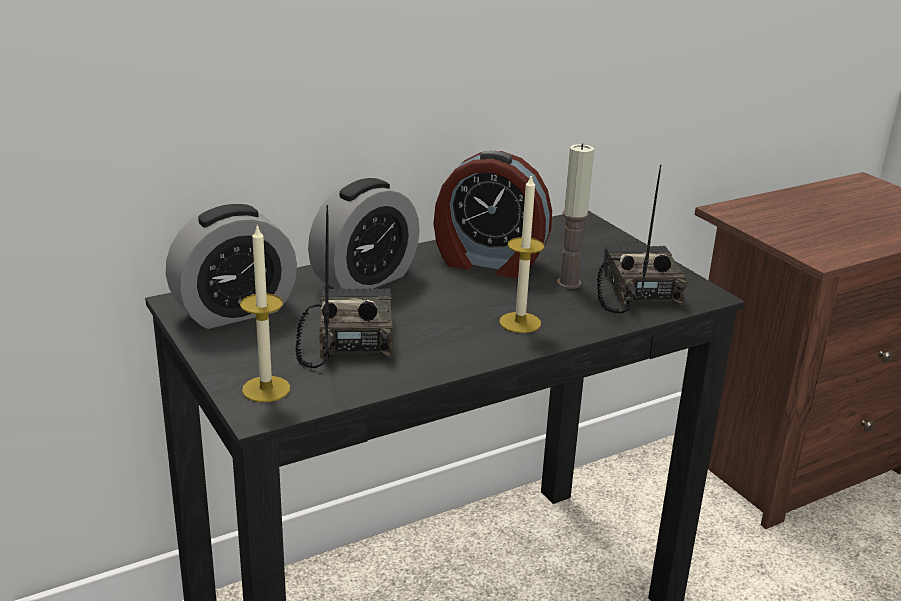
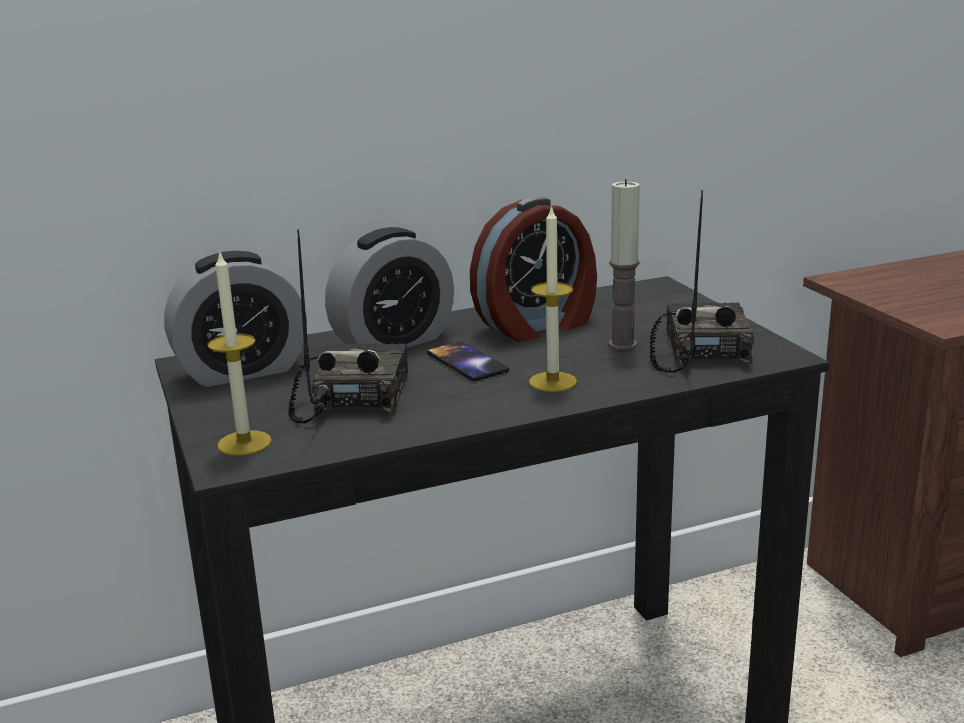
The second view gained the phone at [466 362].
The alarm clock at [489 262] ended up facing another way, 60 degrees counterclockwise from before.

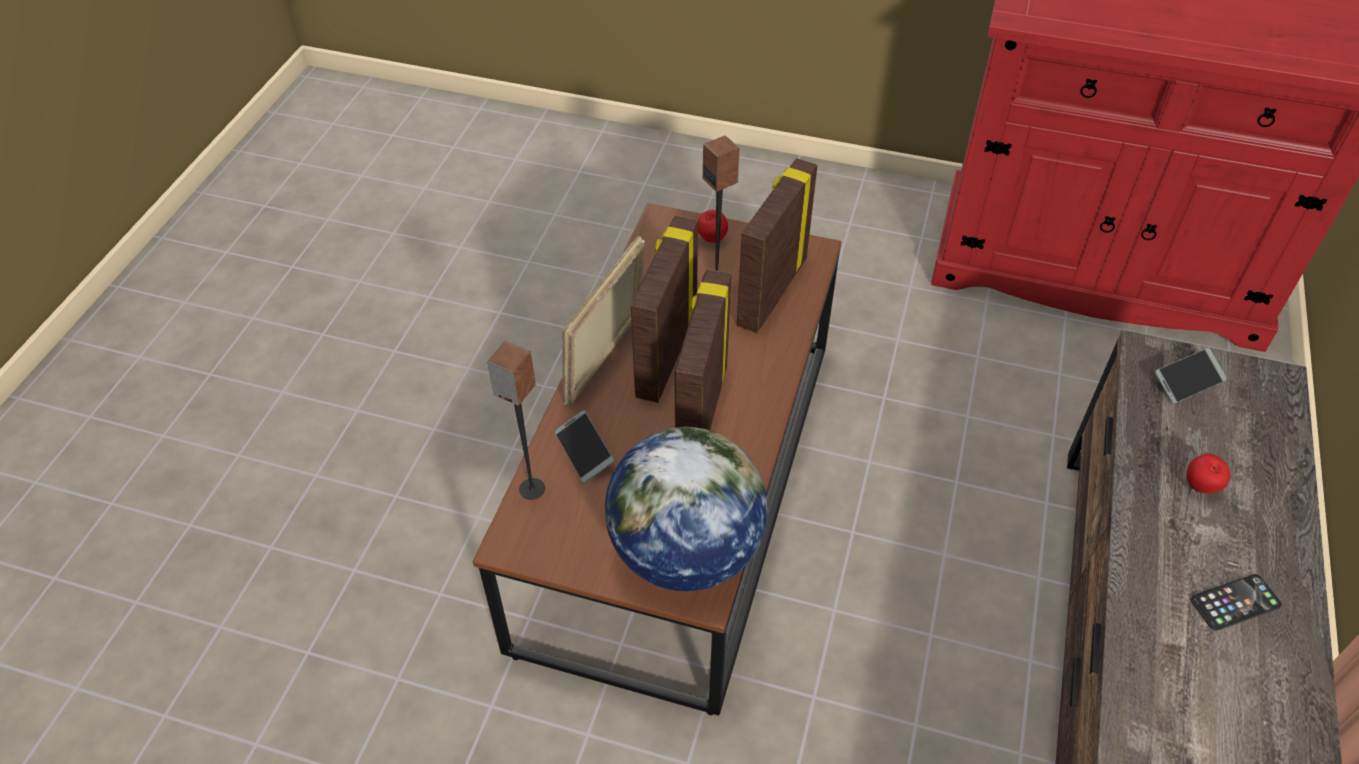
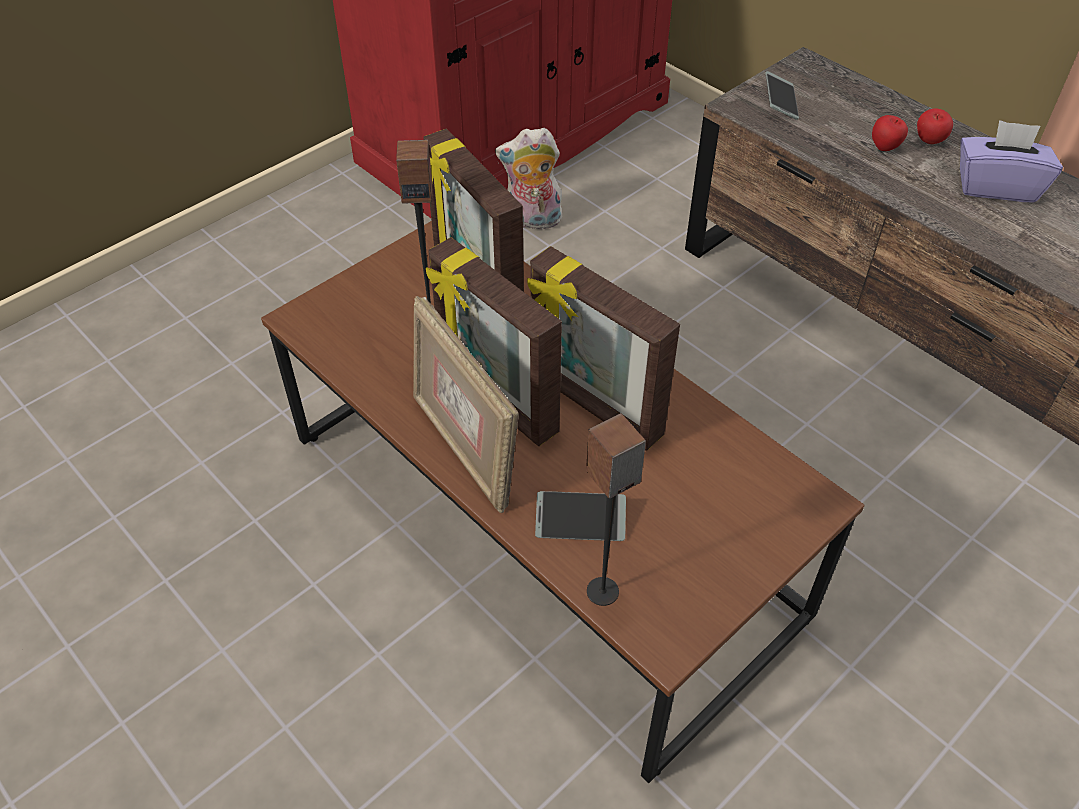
The second view gained the plush toy at [532 221].
The apple ended up elsewhere, having gone from [711 239] to [929 142].
Where the phone stood at [1235 602], the tissue box (purple) came to stand at [996 186].
The second view lost the globe at [685 552].

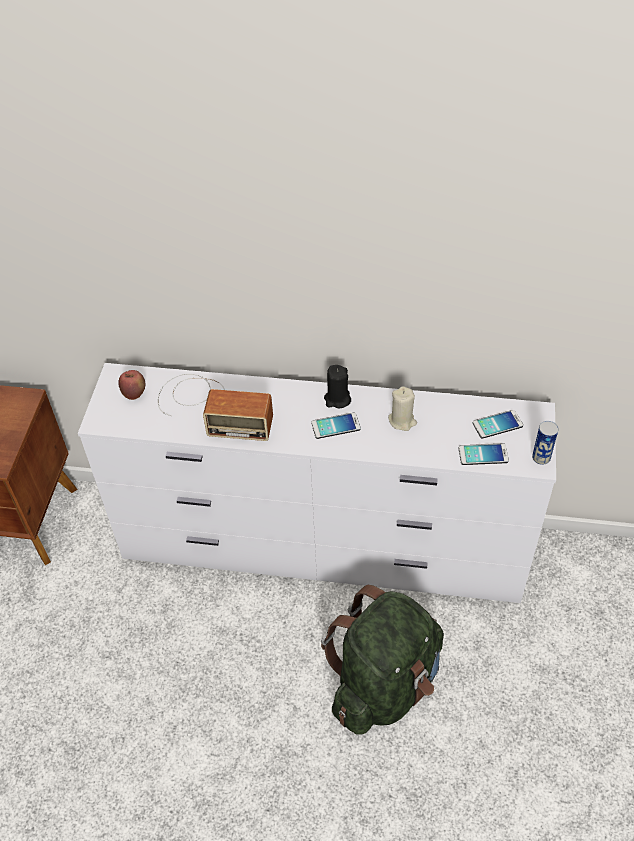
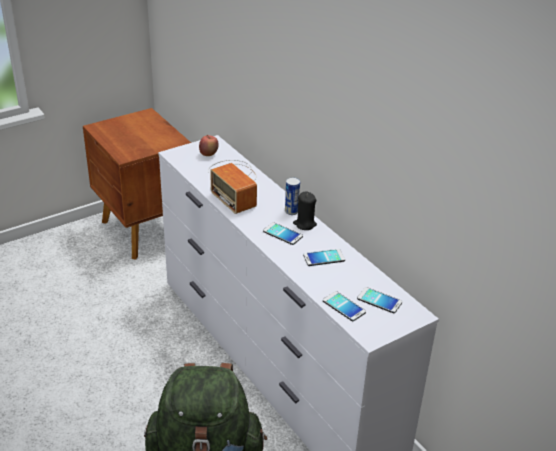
The can ended up elsewhere, having gone from [541 458] to [291 211].
Where the candle (beige) stood at [402 421], the phone came to stand at [324 258].

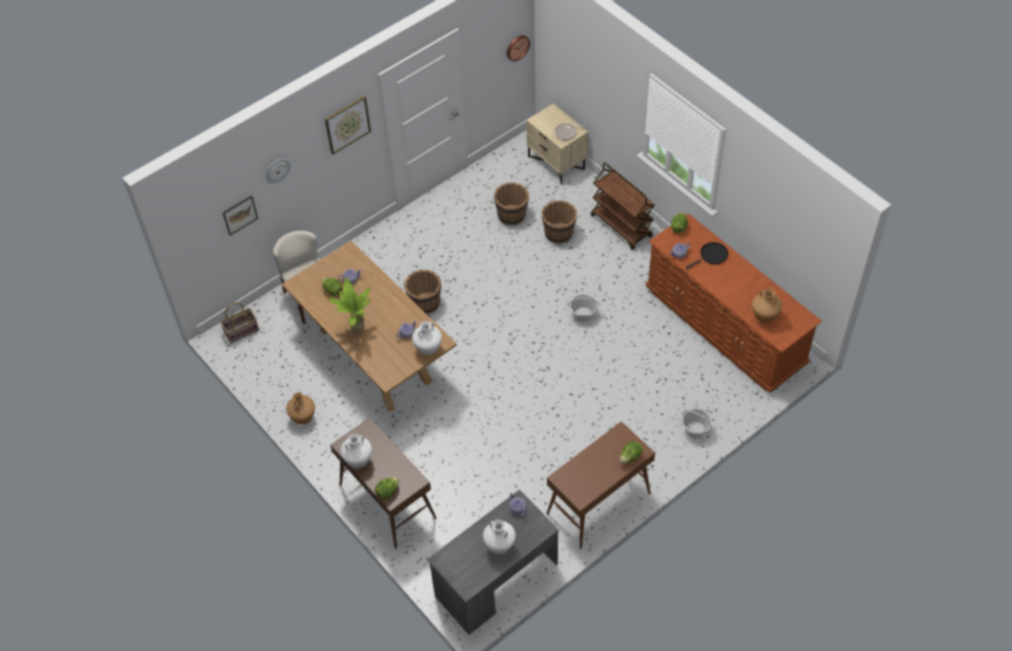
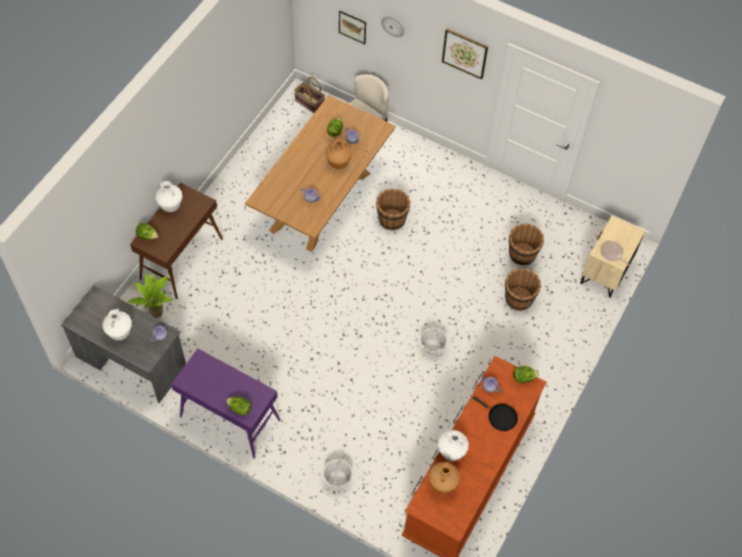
The potted plant ended up elsewhere, having gone from [356 330] to [156 312].
What was the console table (brown) at [598 504] turned into the console table (purple) at [229 418].
The vase (brown) ended up elsewhere, having gone from [303 418] to [338 164].
The vase (white) ended up elsewhere, having gone from [428 349] to [451 452].
The second view lost the wall clock at [517 47].
The second view lost the cart (brown) at [622 226].

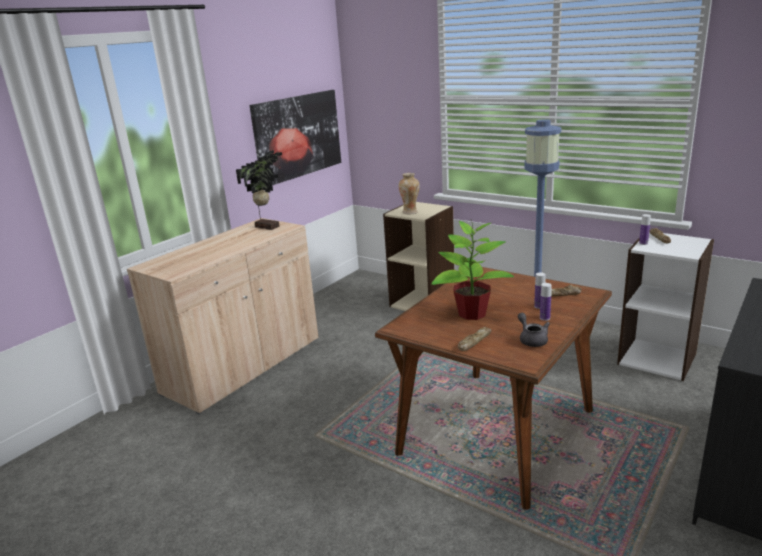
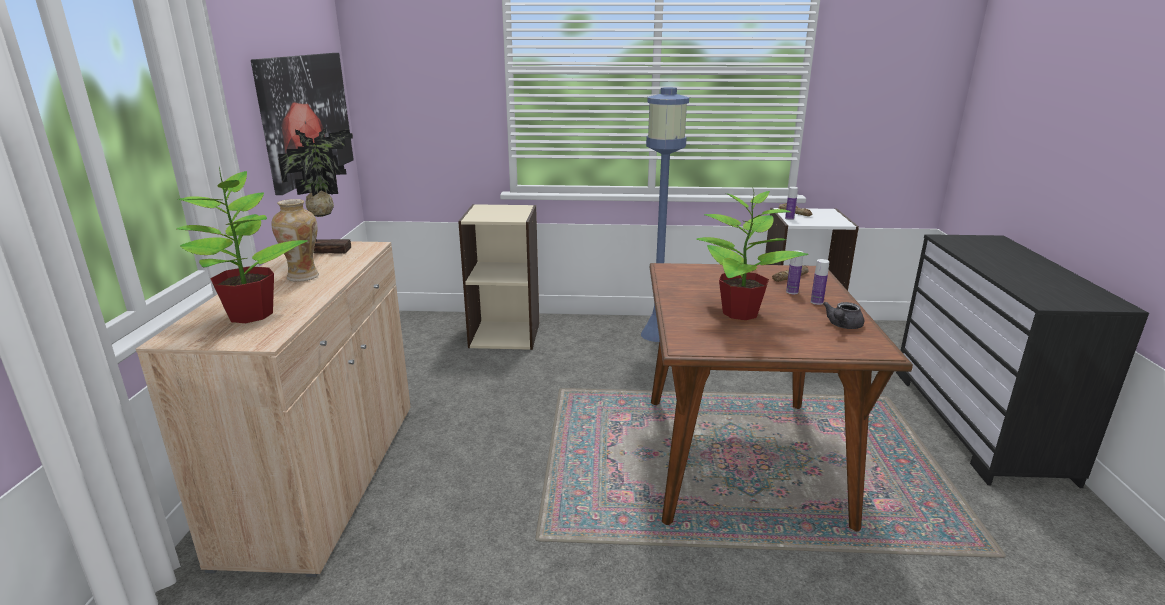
The second view gained the potted plant at [251 314].
The vase ended up elsewhere, having gone from [410 212] to [303 276].
The teapot (grey) at [532 339] ended up facing another way, 90 degrees counterclockwise from before.
The second view lost the bread at [474 342].

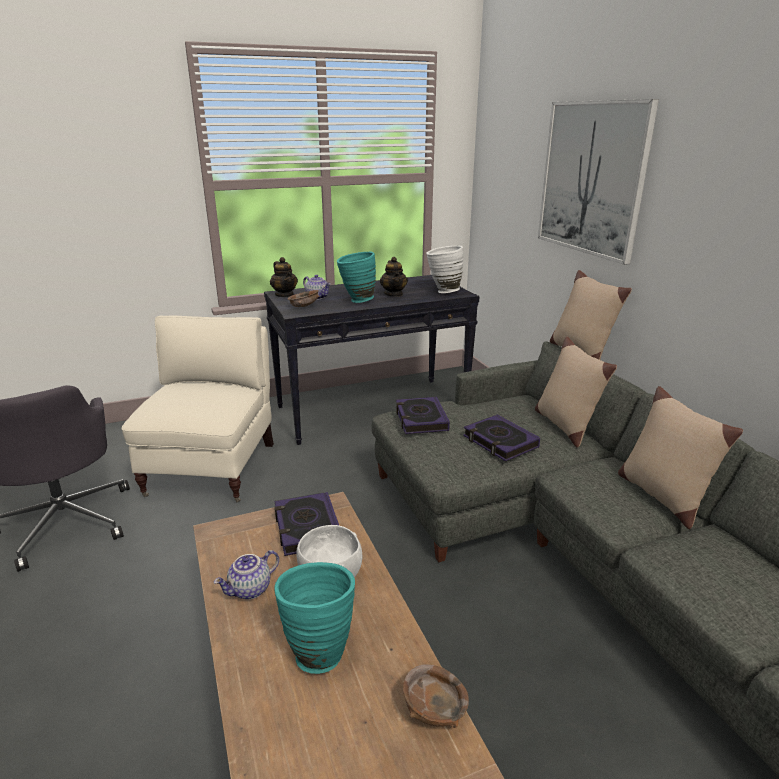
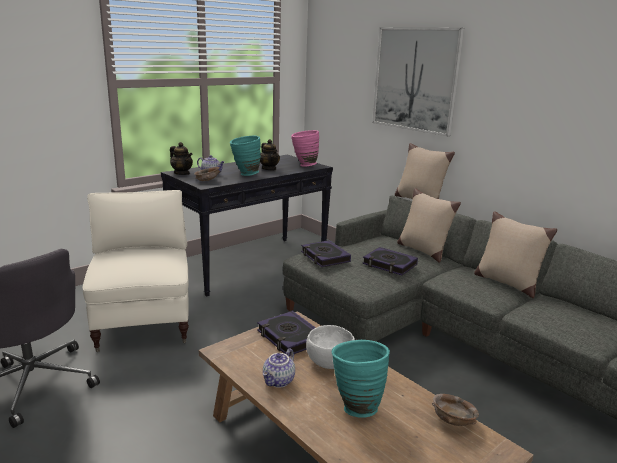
What was the vase (white) at [443 291] turned into the vase (pink) at [304 165].

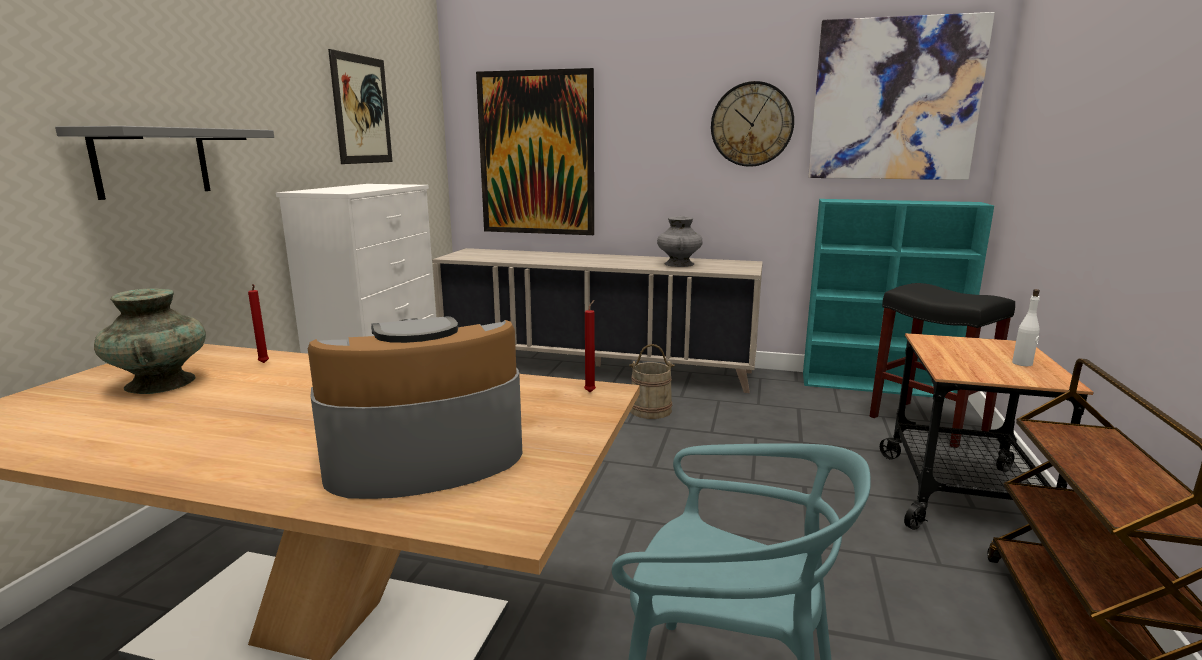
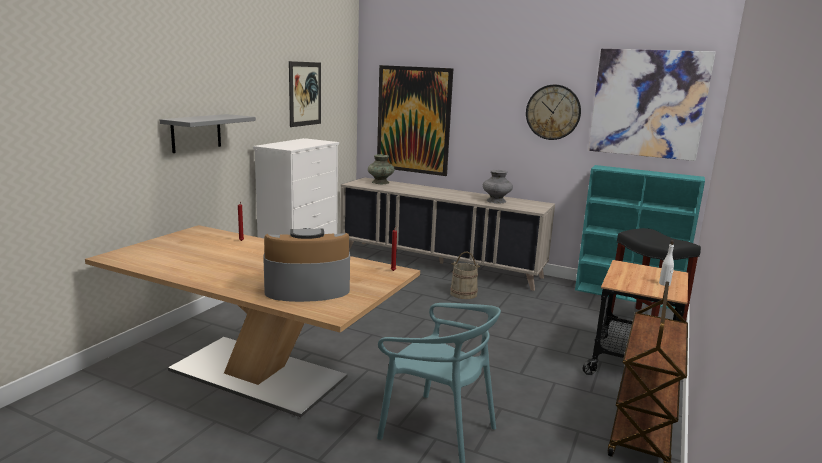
The vase (turquoise) ended up elsewhere, having gone from [161 383] to [380 182].

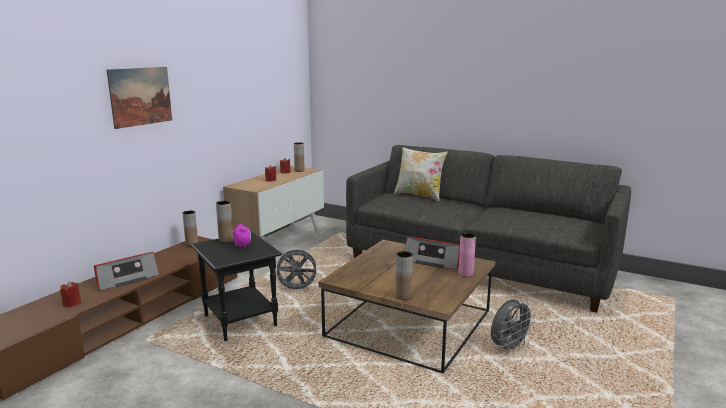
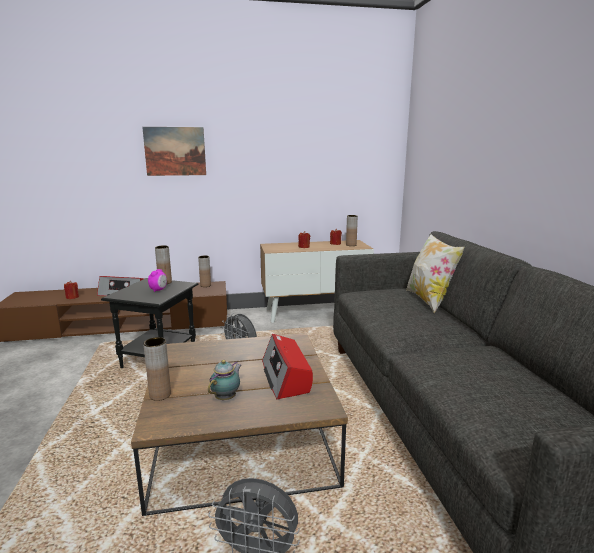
The second view gained the teapot at [226 398].
The second view lost the vase (pink) at [465 274].

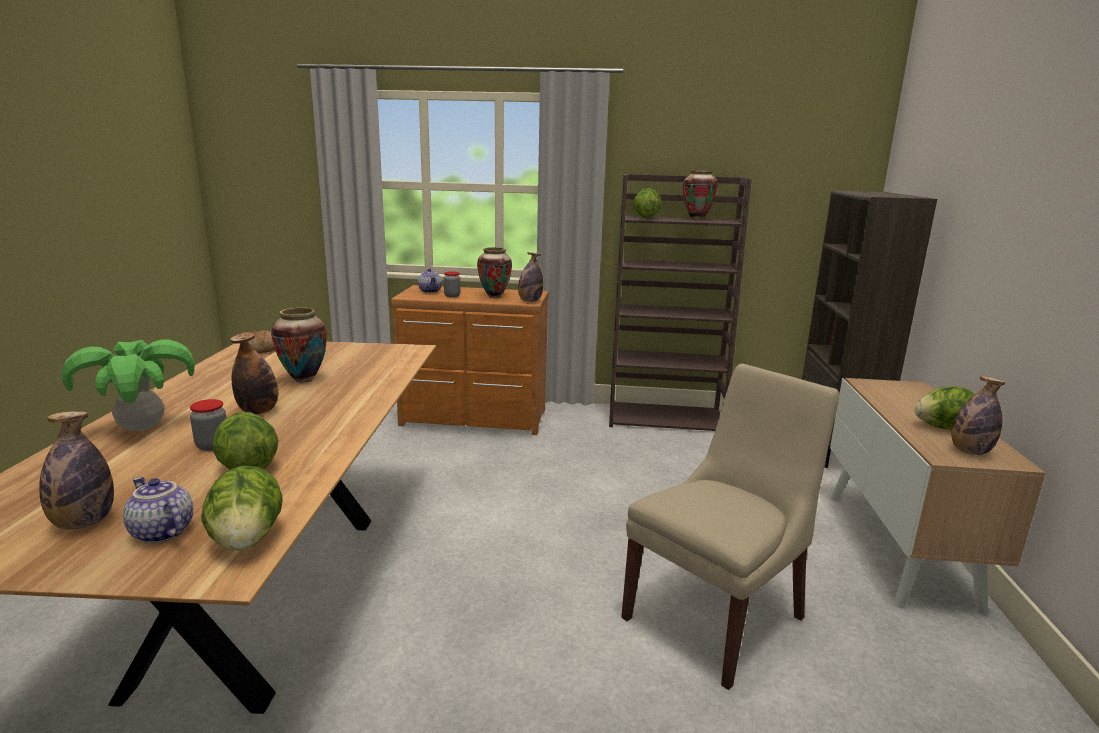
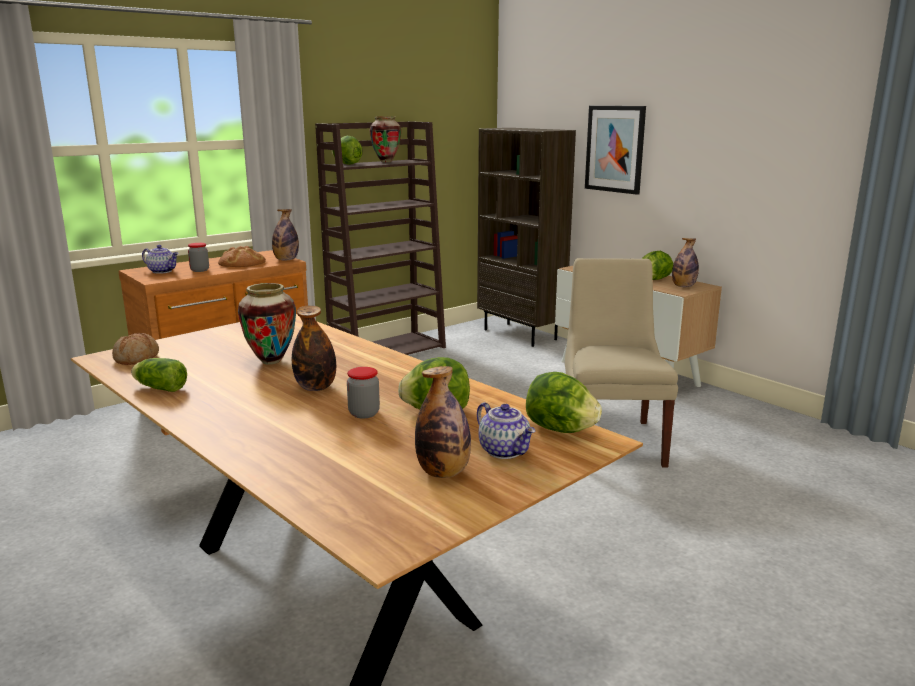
The second view gained the lettuce at [159 388].
Where the vase stood at [494 296], the bread came to stand at [241 263].
The teapot at [160 532] ended up facing another way, 120 degrees counterclockwise from before.
The second view gained the picture at [615 149].
The second view lost the potted plant at [142 428].

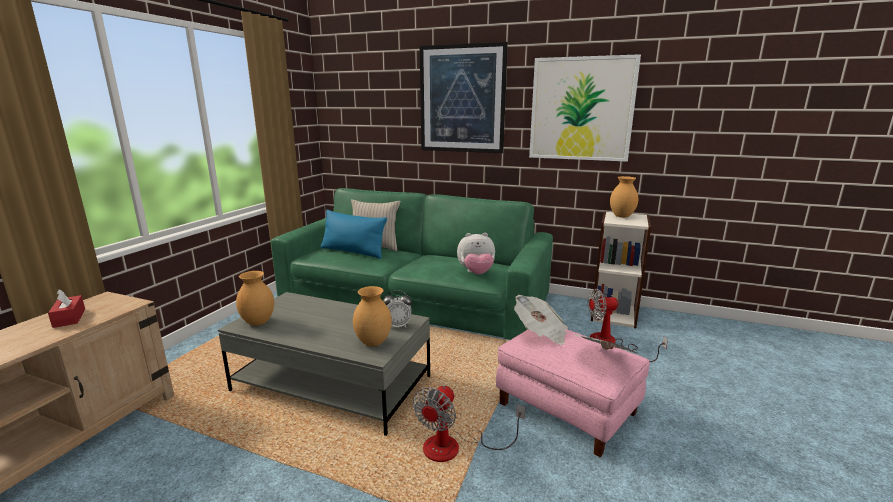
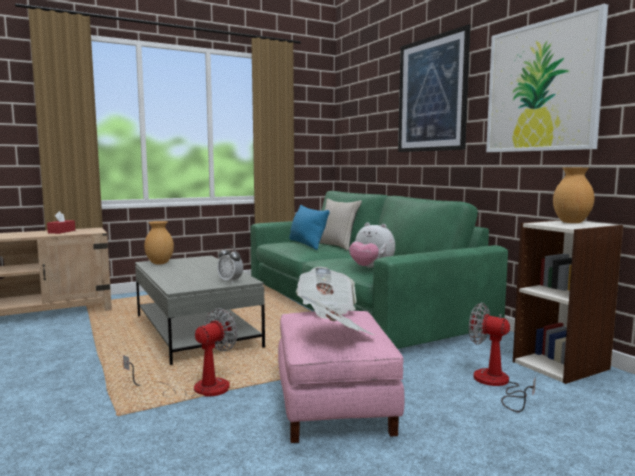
The fan at [454 447] ended up facing another way, 150 degrees clockwise from before.
The second view lost the vase (brown) at [374 343].

